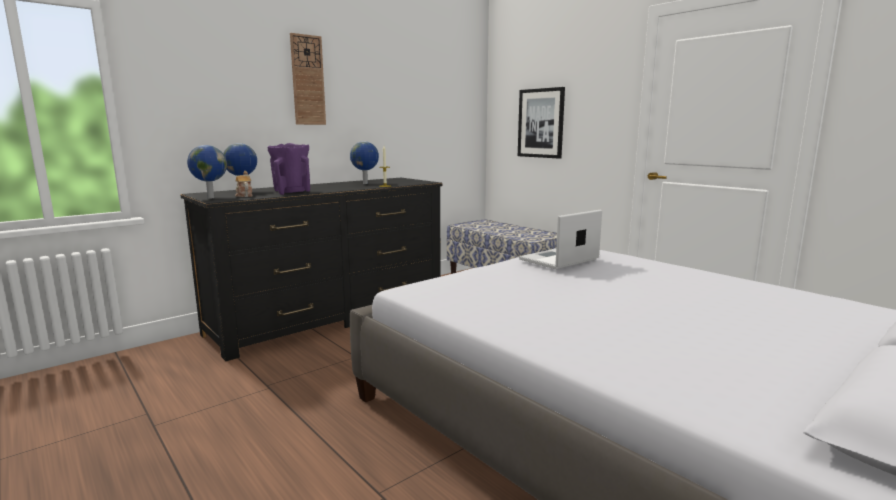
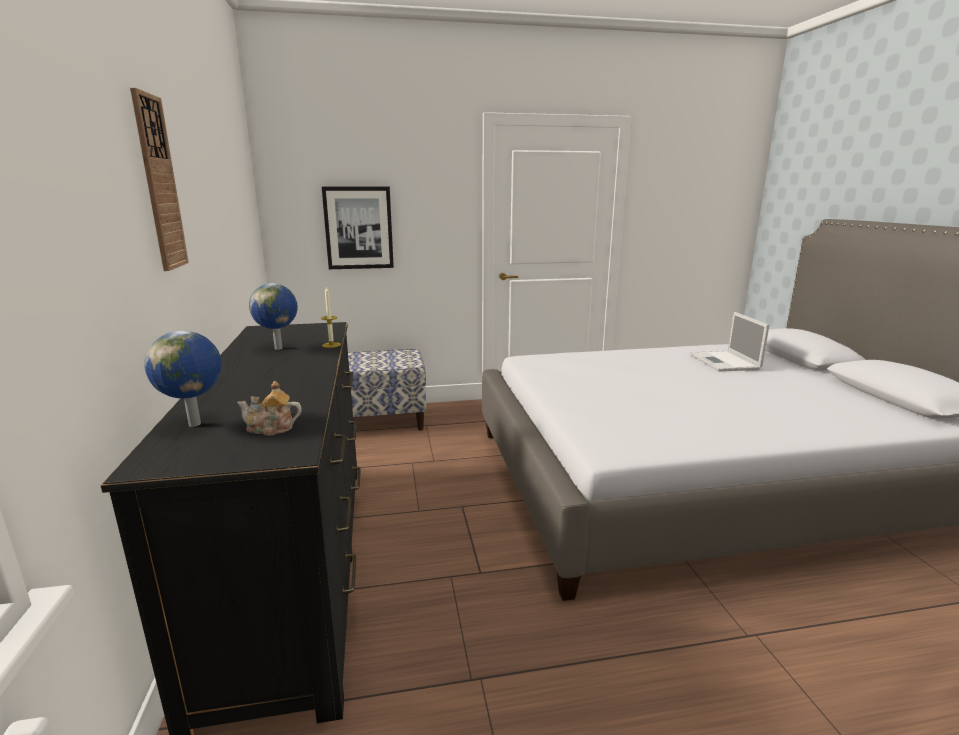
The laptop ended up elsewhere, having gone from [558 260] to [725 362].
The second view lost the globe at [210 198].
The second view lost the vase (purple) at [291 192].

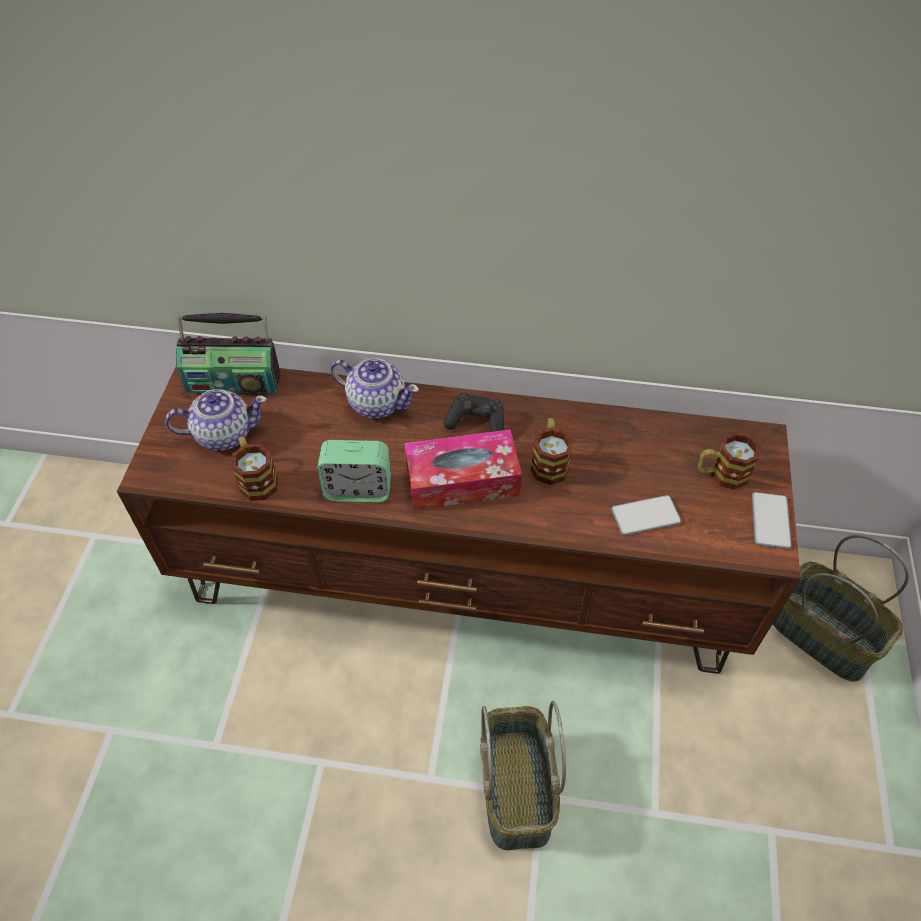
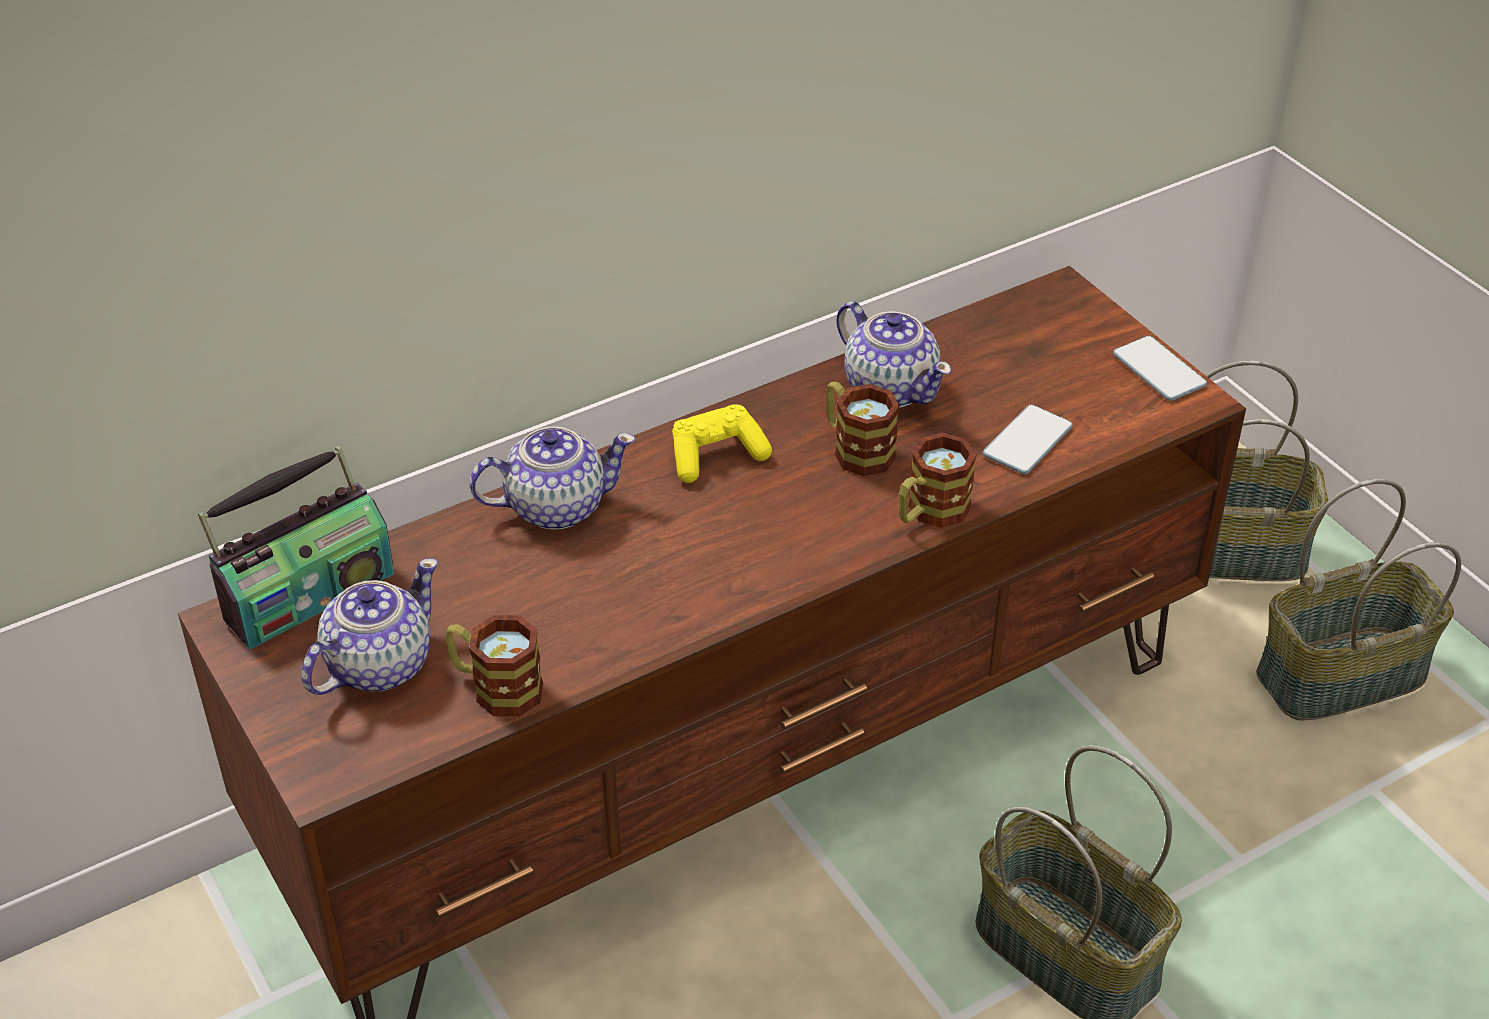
What was the game controller (black) at [476 422] turned into the game controller (yellow) at [716 456].
The second view gained the teapot at [890 387].
The mug ended up elsewhere, having gone from [721 474] to [930 512].
The second view gained the basket at [1341 678].
The second view lost the alarm clock at [358 489].
The second view lost the tissue box at [462 480].

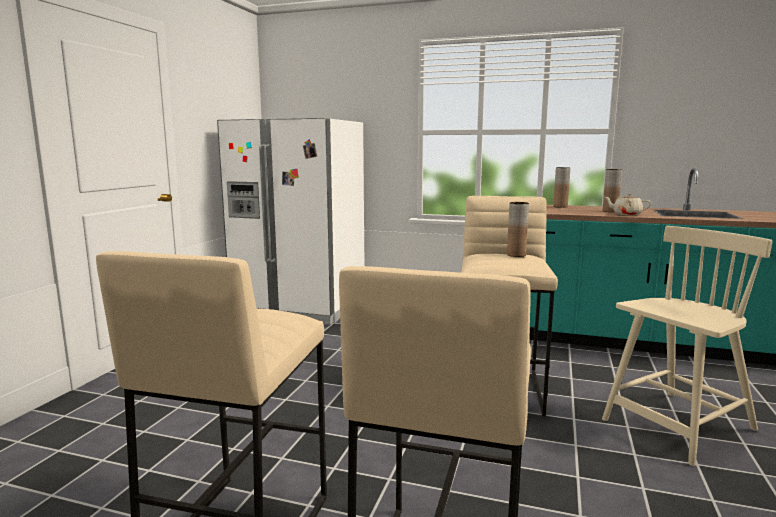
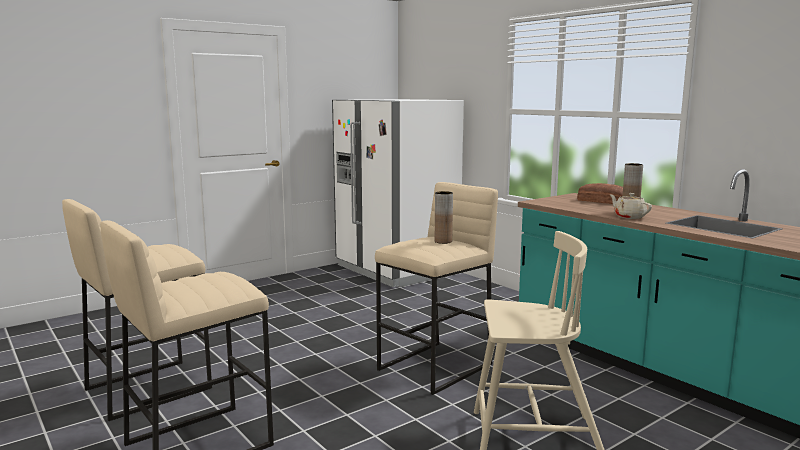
Where the vase (brown) stood at [560 206], the bread came to stand at [602 201].

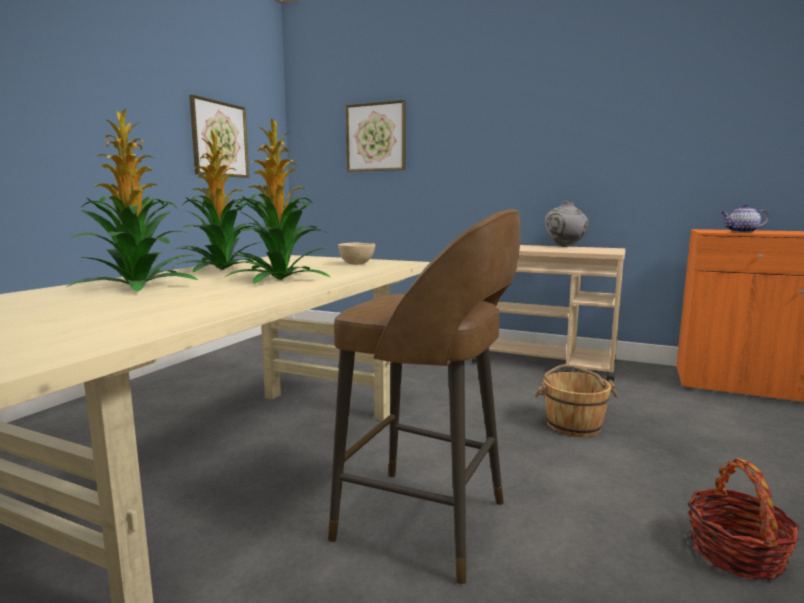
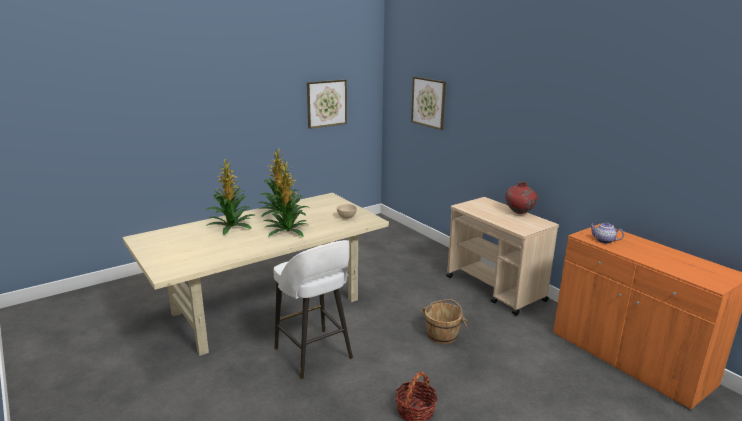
What was the stool (brown) at [426 522] turned into the stool (white) at [314 354].
What was the vase (grey) at [564 247] turned into the vase (red) at [519 213].

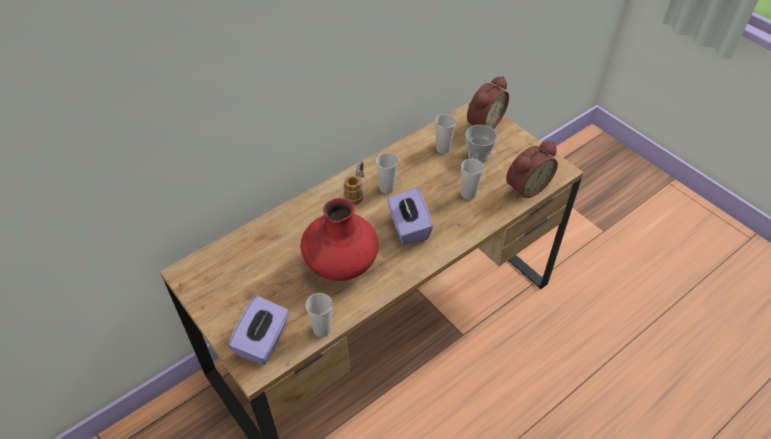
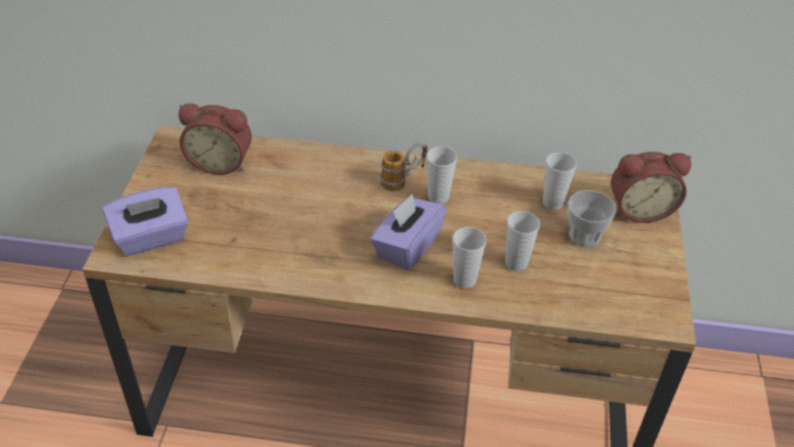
The alarm clock ended up elsewhere, having gone from [525 186] to [221 162].
The cup ended up elsewhere, having gone from [322 329] to [464 280].
The second view lost the vase (red) at [340 264].

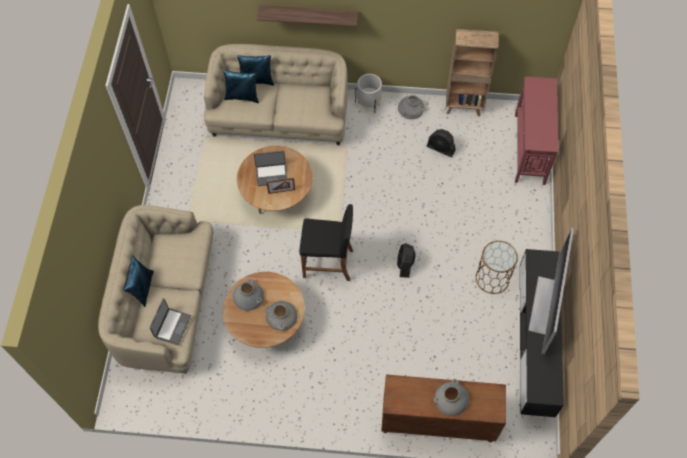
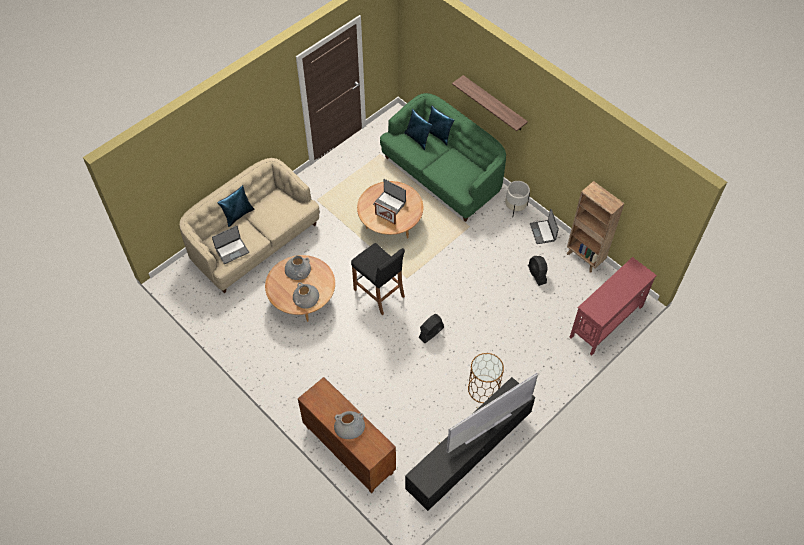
What was the sofa (beige) at [280 117] turned into the sofa (green) at [442 175].
Where the vase (grey) stood at [411 108], the laptop came to stand at [543 232].

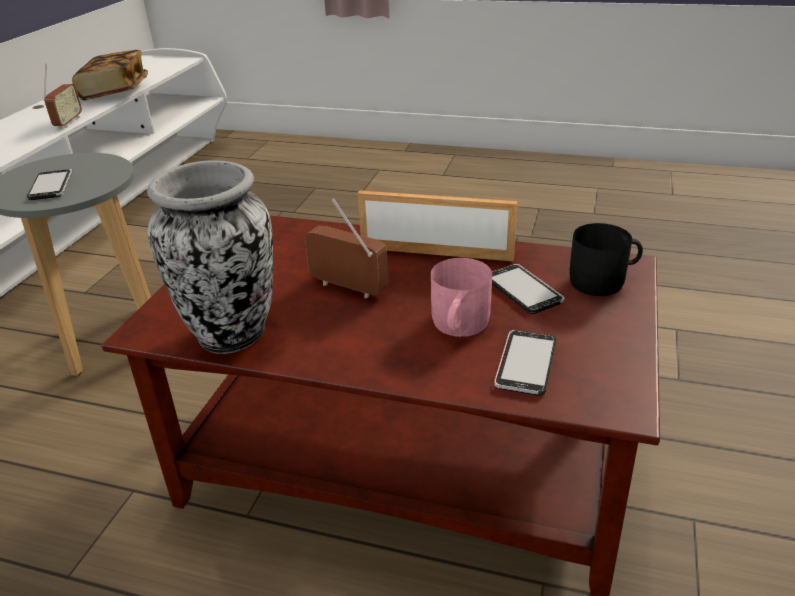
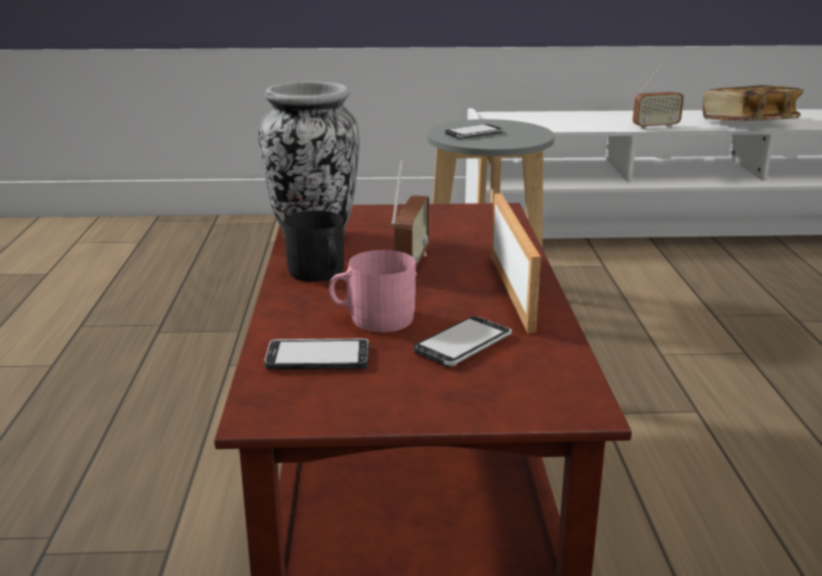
The mug (black) ended up elsewhere, having gone from [604 281] to [318 274].

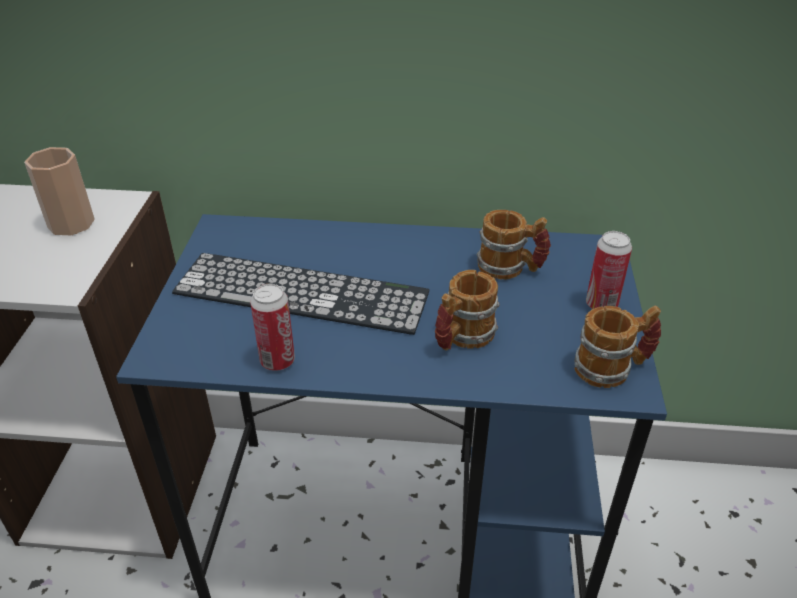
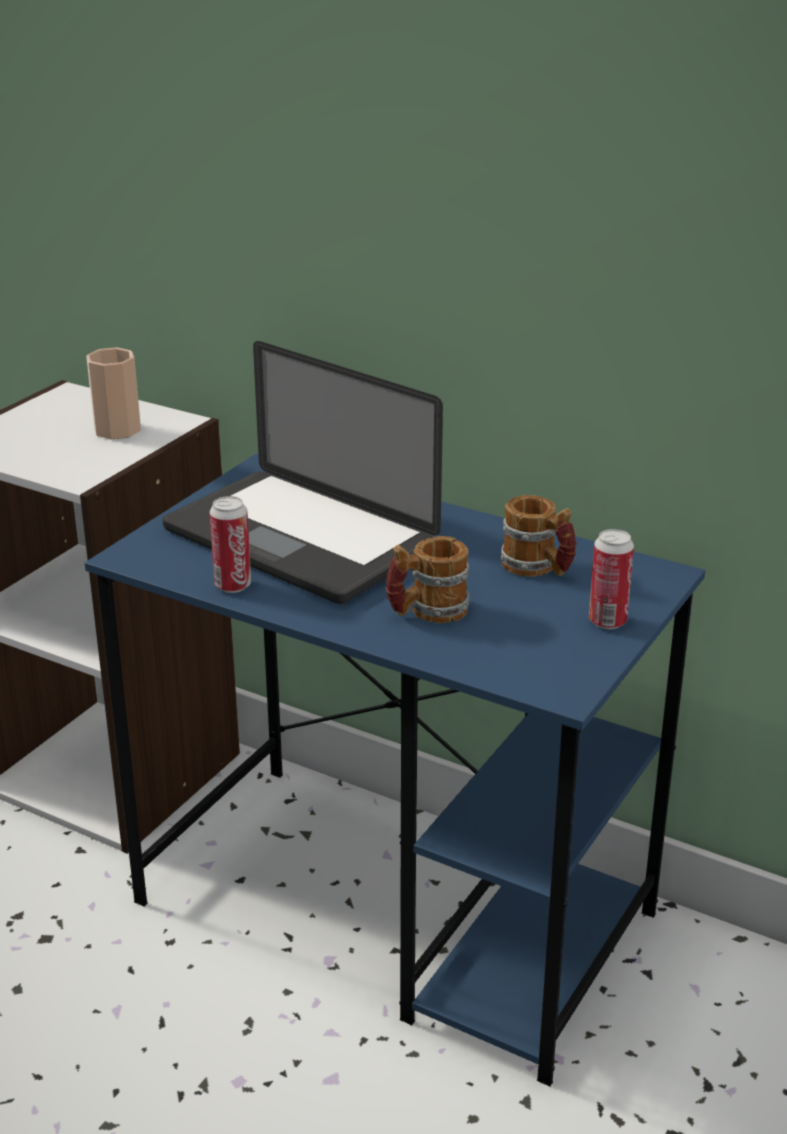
Where the keyboard stood at [301 292], the laptop came to stand at [299 539].
The second view lost the mug at [612 368].

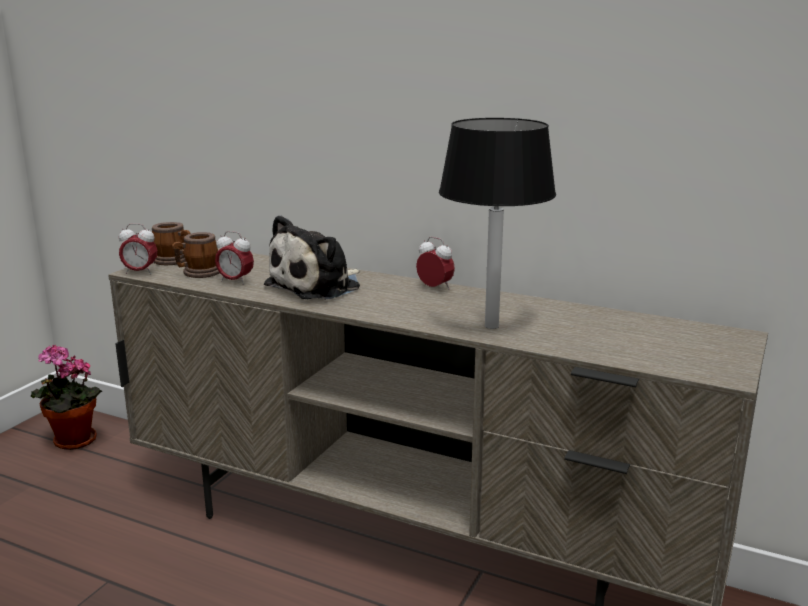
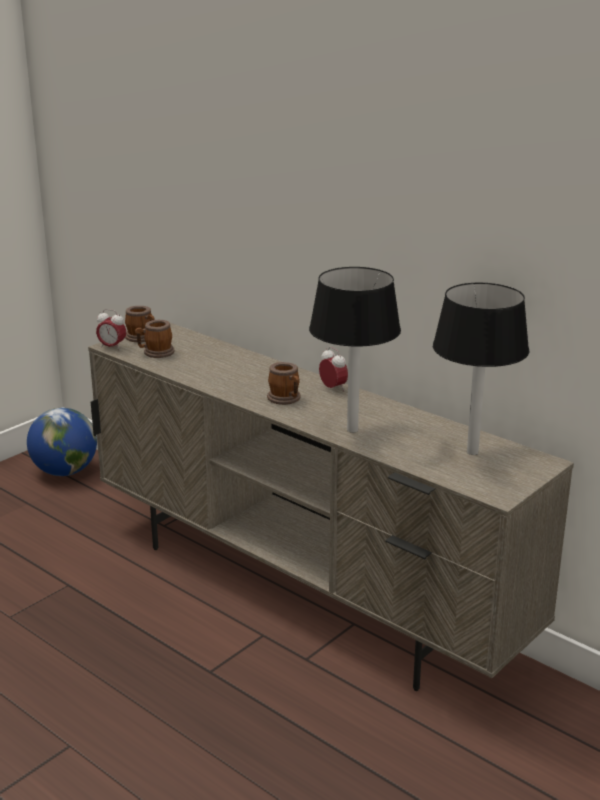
Where the potted plant stood at [71 442], the globe came to stand at [65 472].
The second view gained the mug at [286 399].
The second view gained the table lamp (black) at [472 452].
The second view lost the alarm clock at [235 281].
The second view lost the plush toy at [318 286].

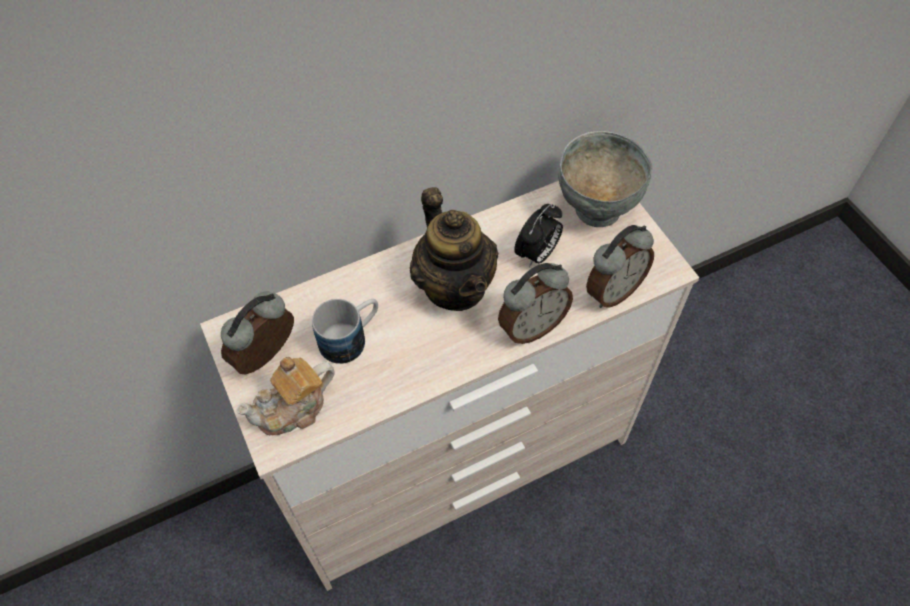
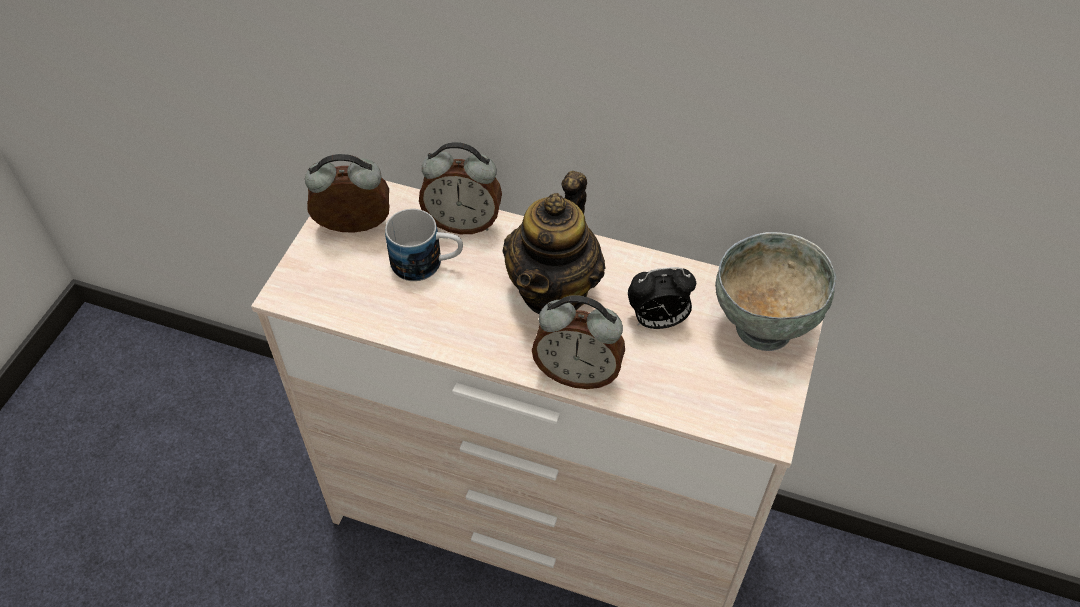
The alarm clock ended up elsewhere, having gone from [612 291] to [463 223].
The second view lost the teapot at [293 409].

